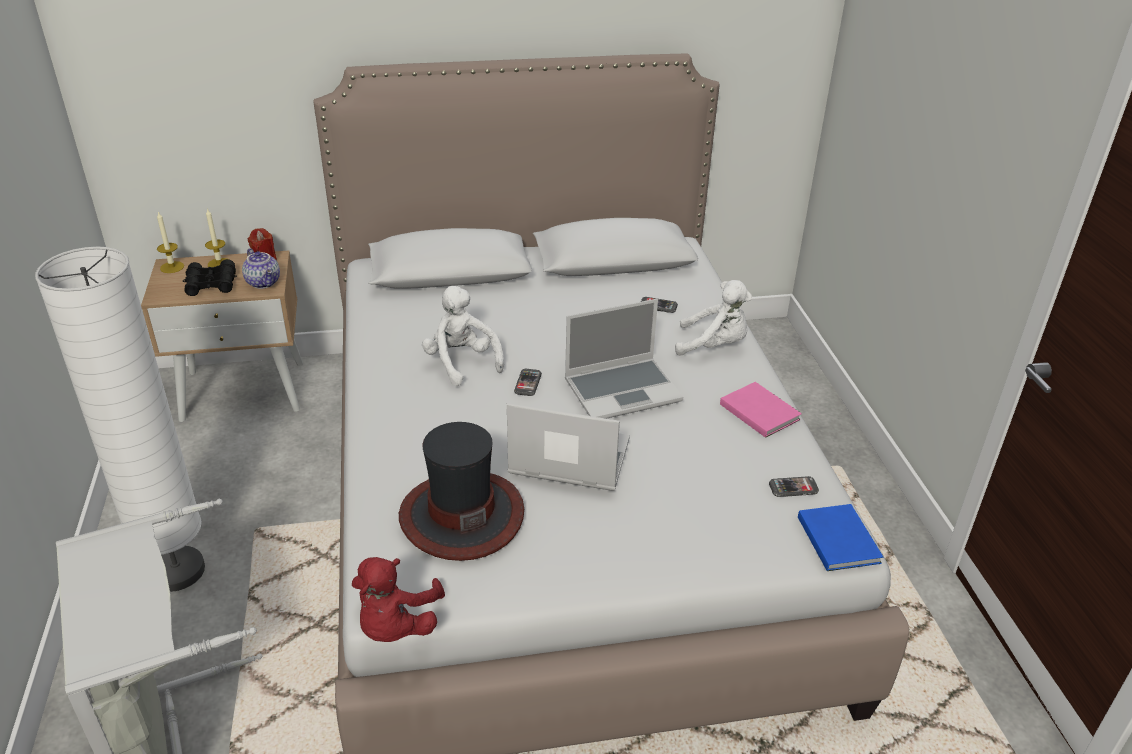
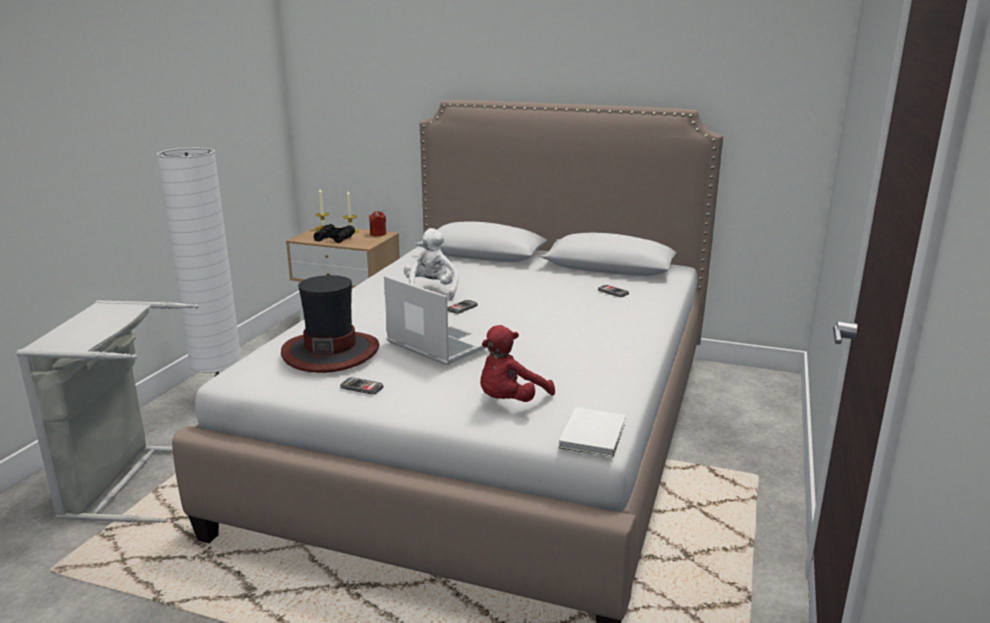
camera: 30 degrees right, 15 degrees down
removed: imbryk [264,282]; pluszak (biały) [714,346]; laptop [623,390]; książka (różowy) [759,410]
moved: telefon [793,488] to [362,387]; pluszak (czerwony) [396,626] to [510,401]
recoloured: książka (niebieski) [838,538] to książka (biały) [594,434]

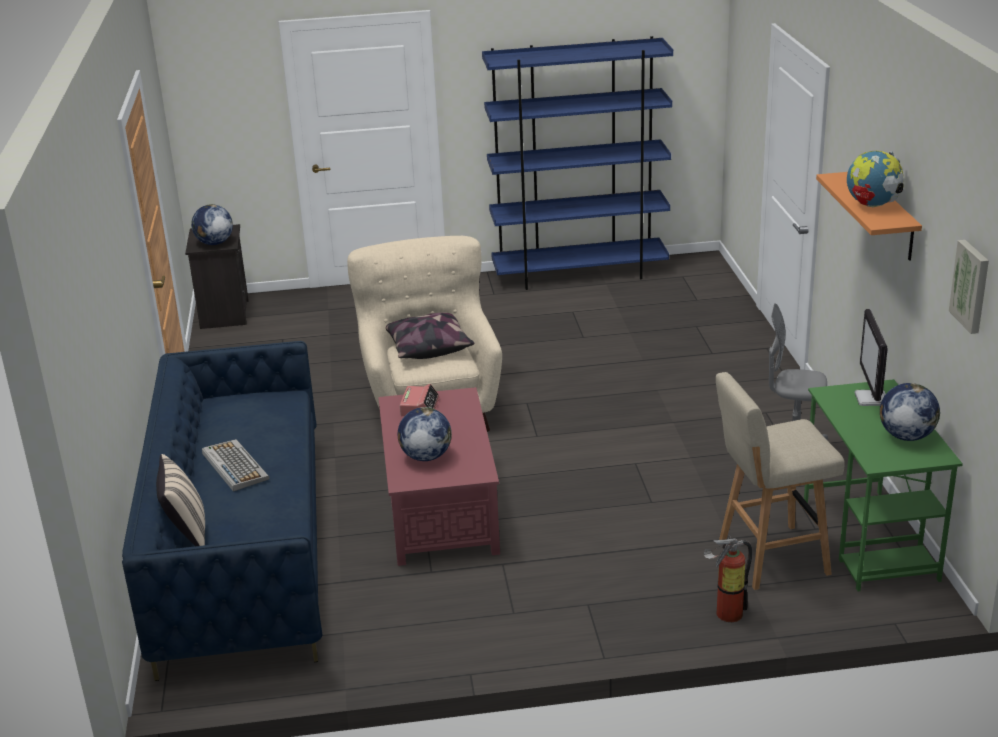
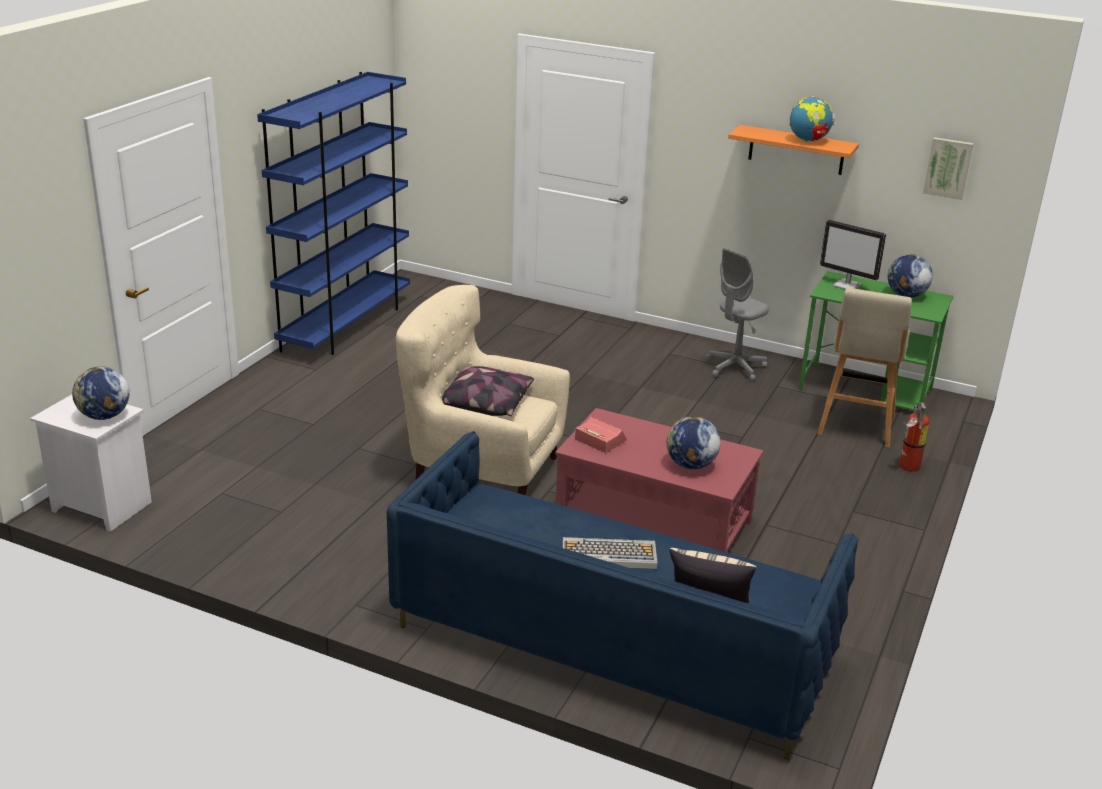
camera: 60 degrees left, 0 degrees up
recoloured: szafka nocna (czarny) [223,314] to szafka nocna (biały) [100,507]

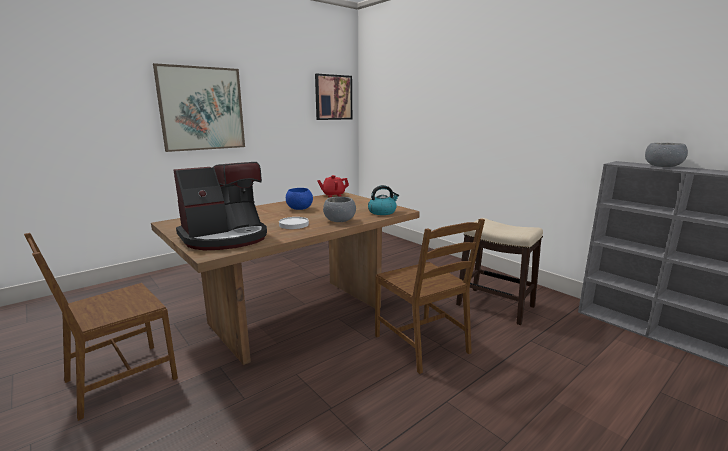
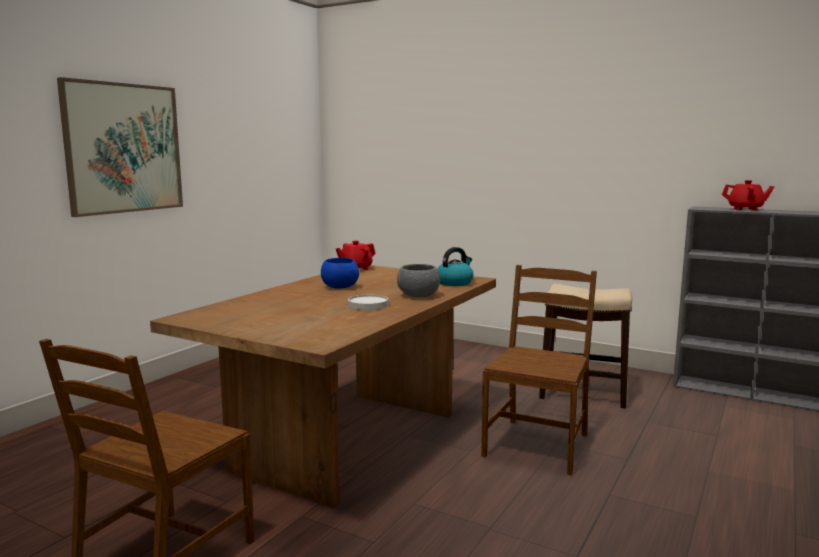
camera: 20 degrees left, 5 degrees down
removed: obraz [333,97]; ekspres do kawy [225,237]
replaced: miska (szary) [663,166] to imbryk (czerwony) [745,209]
turned: krzesło (brązowy) [423,344] = [537,445] 105 degrees counterclockwise

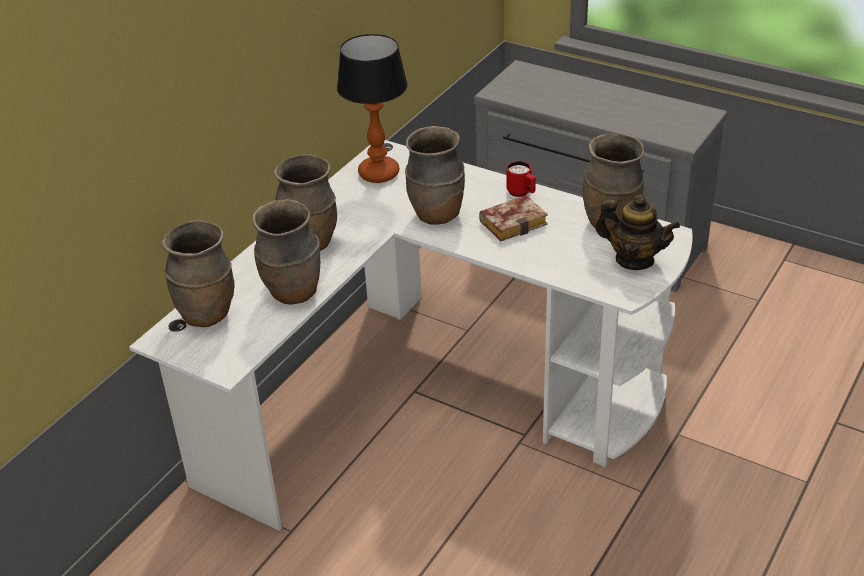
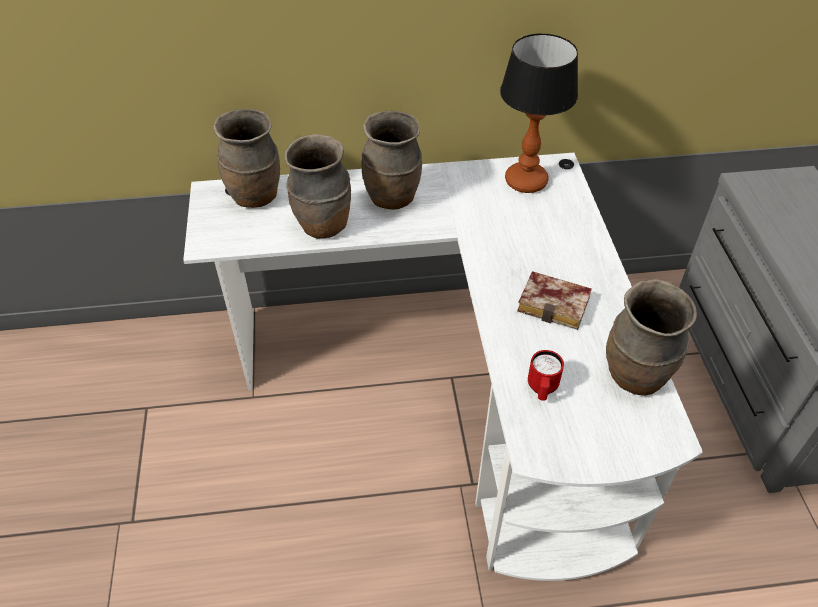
camera: 50 degrees right, 10 degrees up
removed: wazon (brązowy) [436,215]; imbryk [634,259]
moved: kubek (czerwony) [521,193] to [542,389]

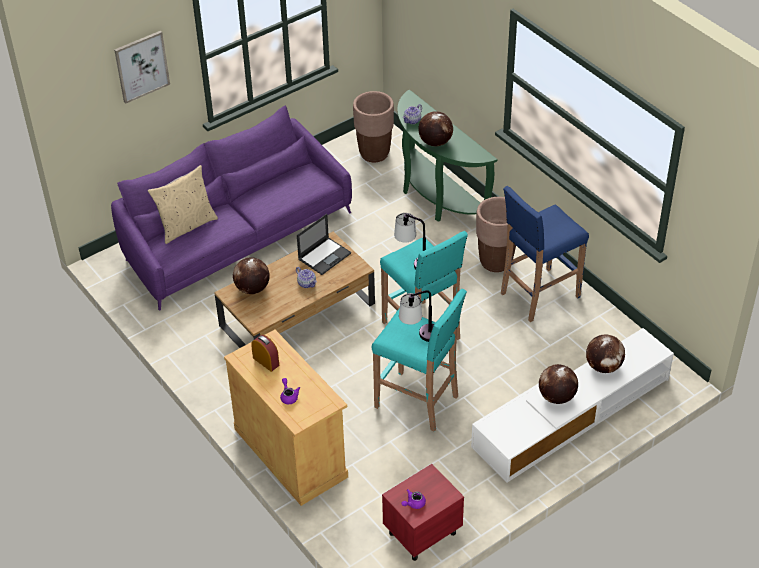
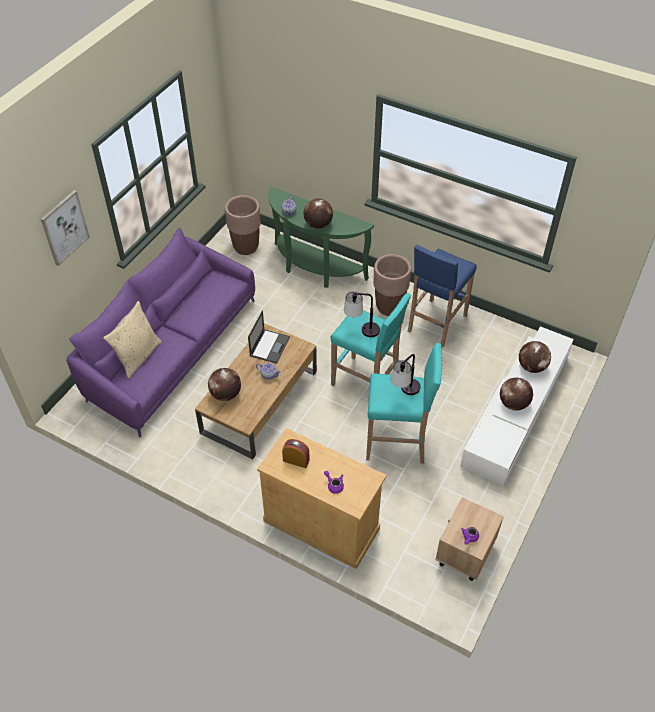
camera: 25 degrees left, 5 degrees up
recoloured: szafka nocna (czerwony) [421,533] to szafka nocna (beżowy) [464,555]

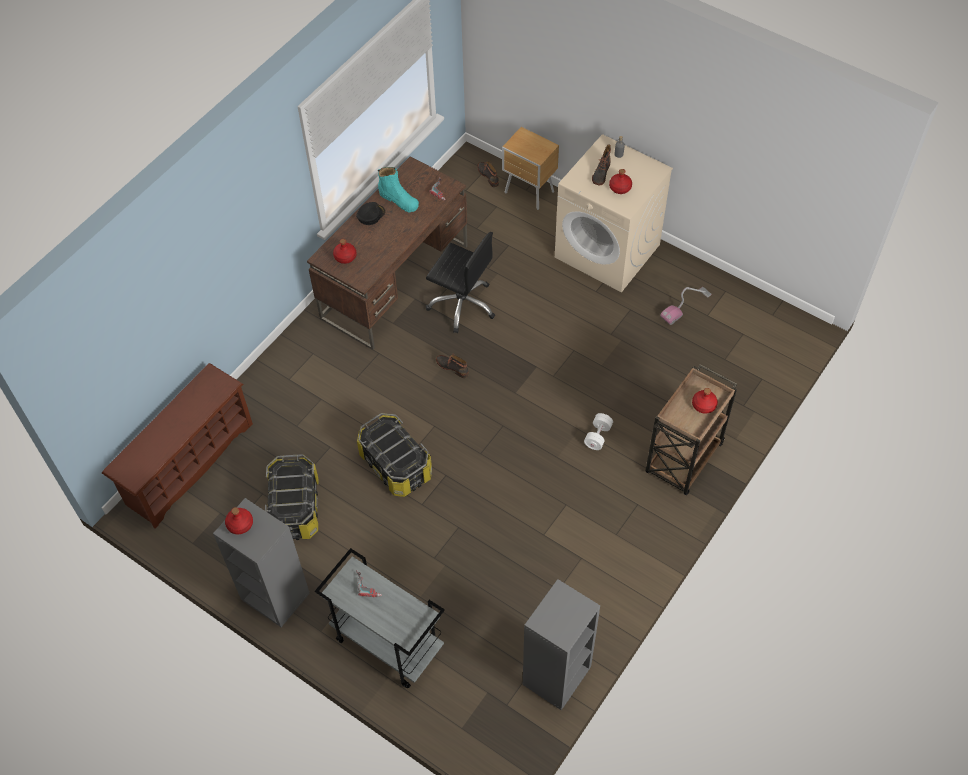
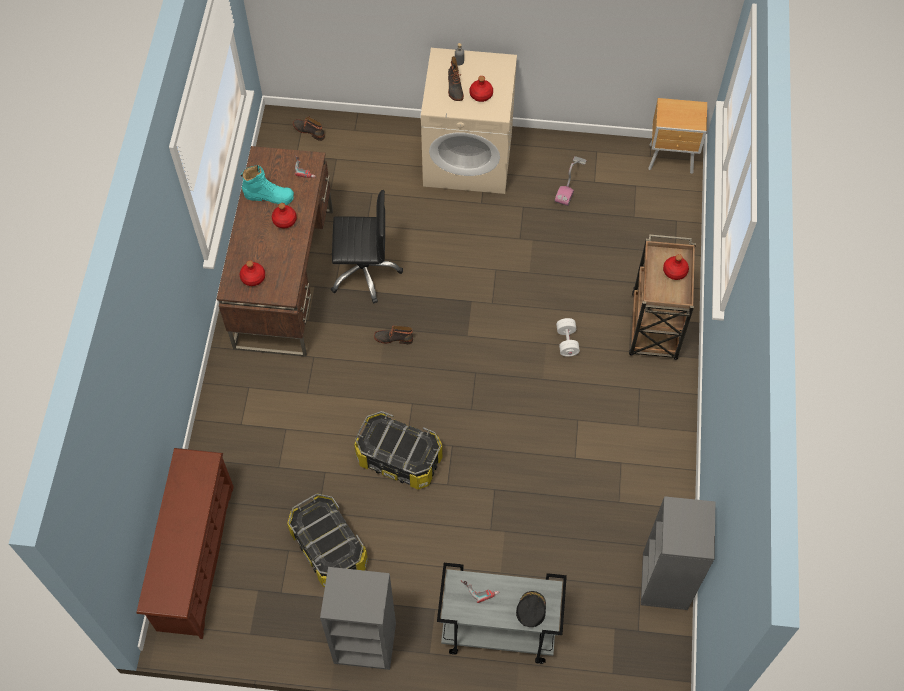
camera: 30 degrees left, 5 degrees up
moved: szafka nocna (brązowy) [529,193] to [672,160]; czapka z daszkiem (czarny) [370,215] to [531,610]; butelka (czerwony) [240,524] to [285,220]

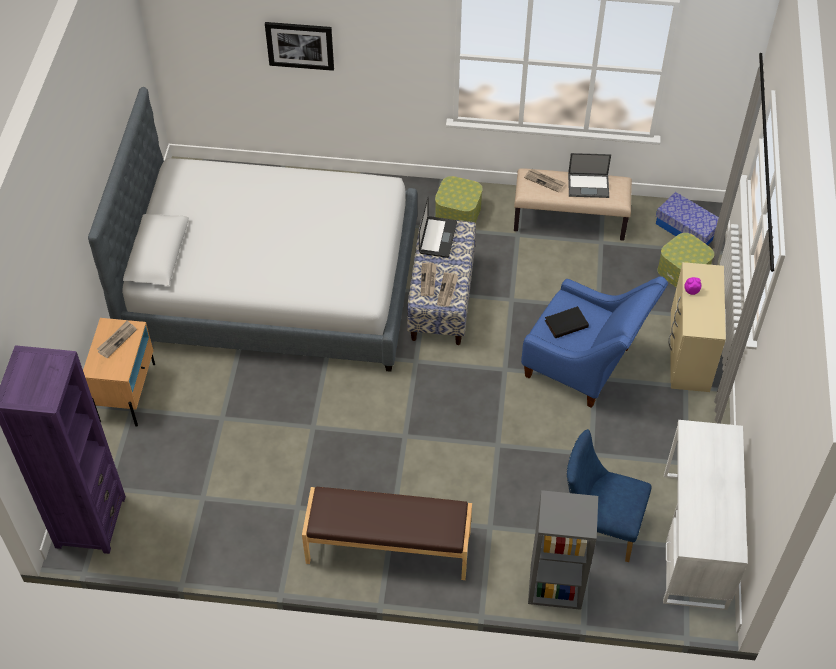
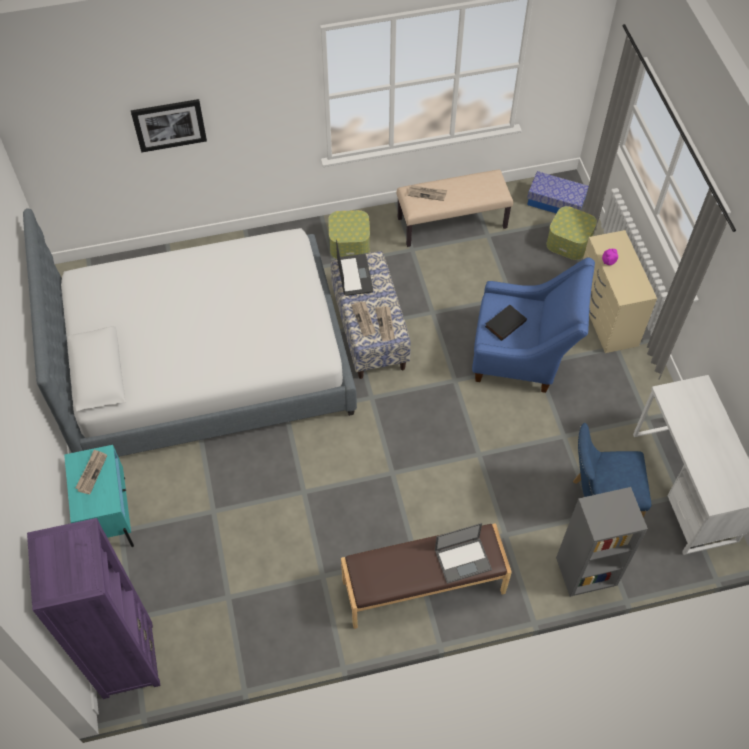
camera: 20 degrees left, 5 degrees up
moved: laptop [589,185] to [463,559]
recoloured: szafka nocna (beżowy) [127,392] to szafka nocna (turkusowy) [109,515]

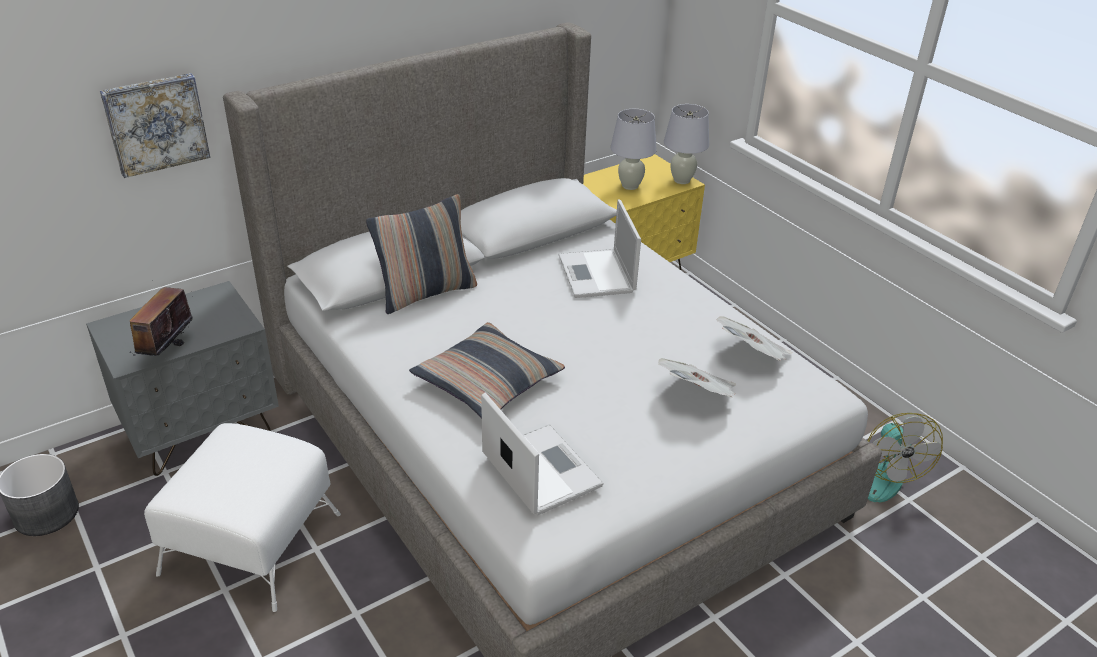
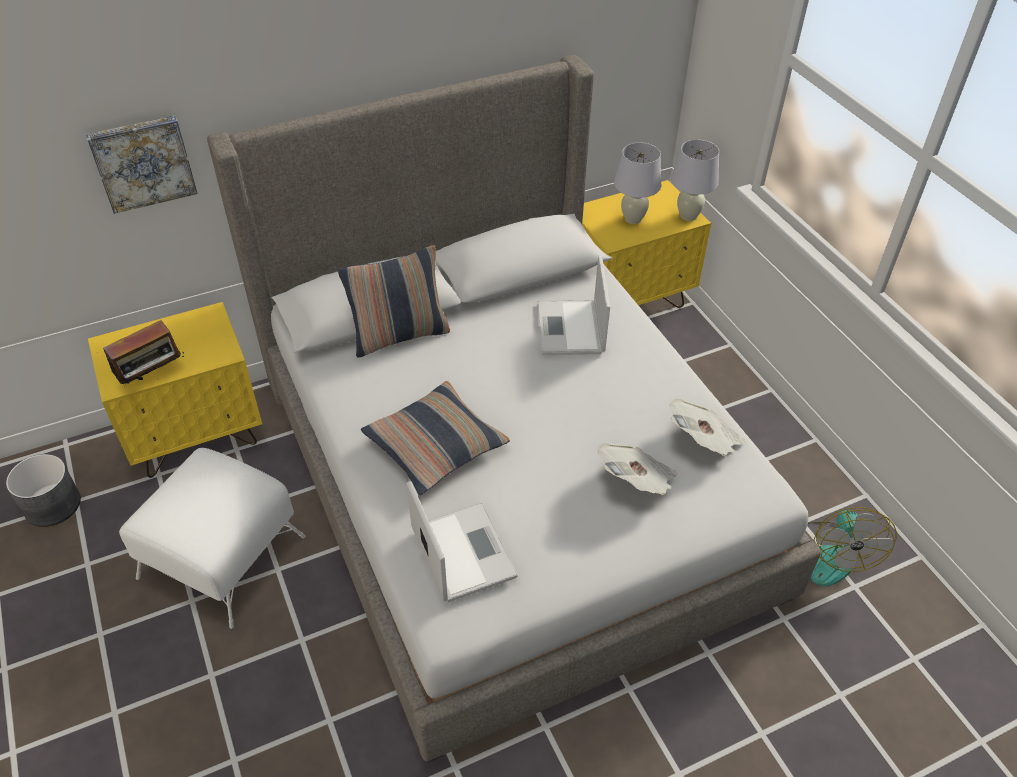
camera: 10 degrees right, 10 degrees up
recoloured: szafka nocna (szary) [202,432] to szafka nocna (żółty) [197,436]
turned: radio [167,352] = [153,377] 150 degrees counterclockwise

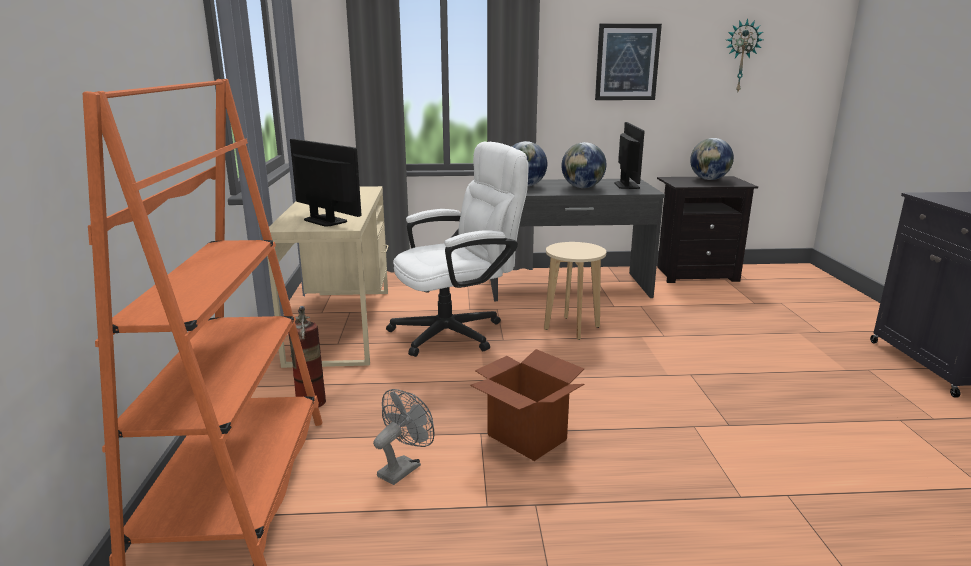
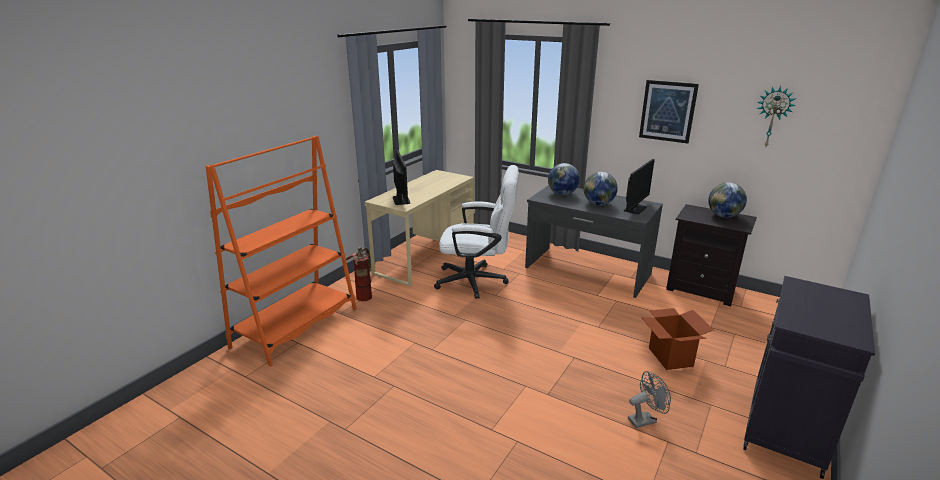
camera: 35 degrees right, 5 degrees up
removed: stołek (beżowy) [571,328]
moved: karton [526,437] to [670,357]; wentylator (szary) [403,467] to [645,419]

